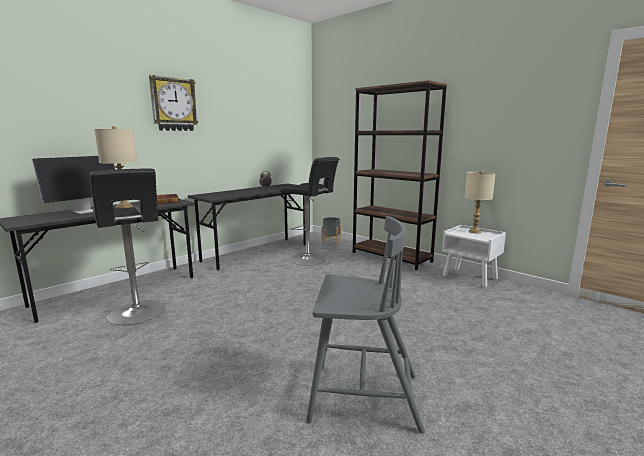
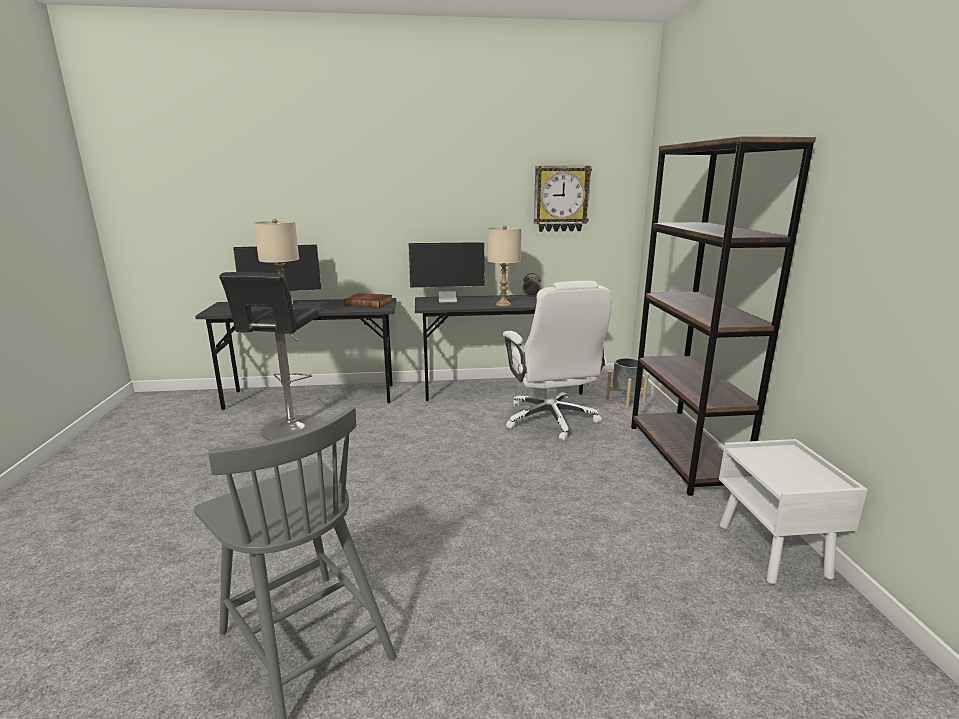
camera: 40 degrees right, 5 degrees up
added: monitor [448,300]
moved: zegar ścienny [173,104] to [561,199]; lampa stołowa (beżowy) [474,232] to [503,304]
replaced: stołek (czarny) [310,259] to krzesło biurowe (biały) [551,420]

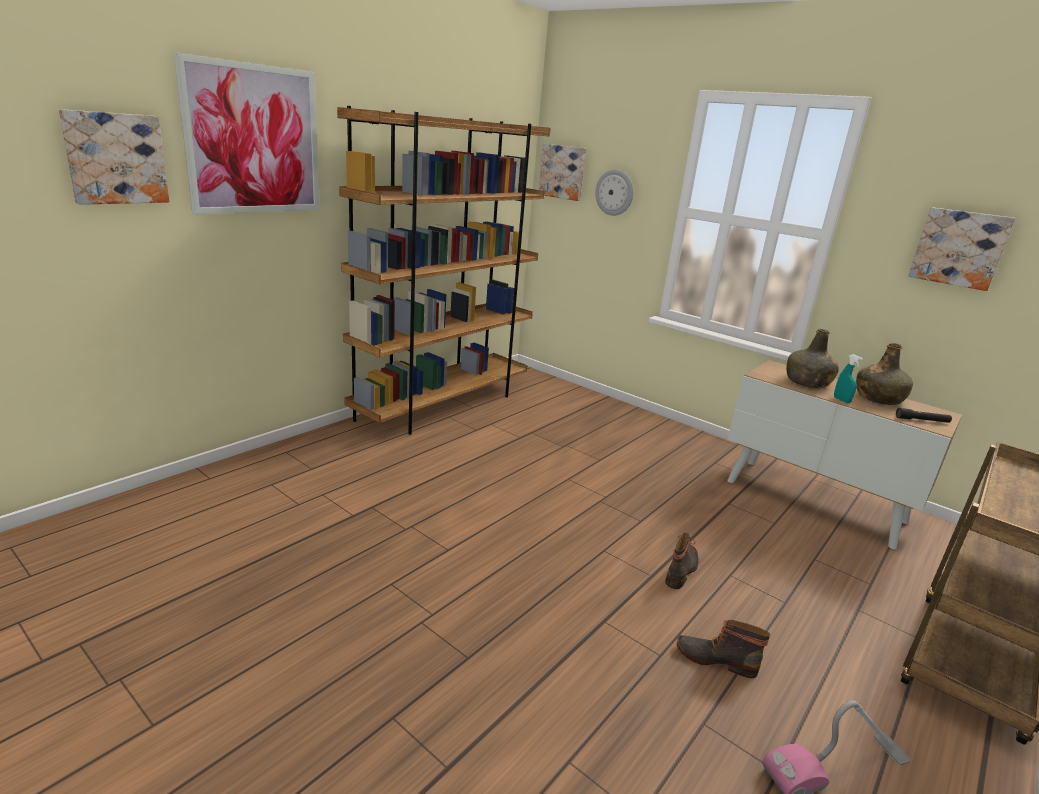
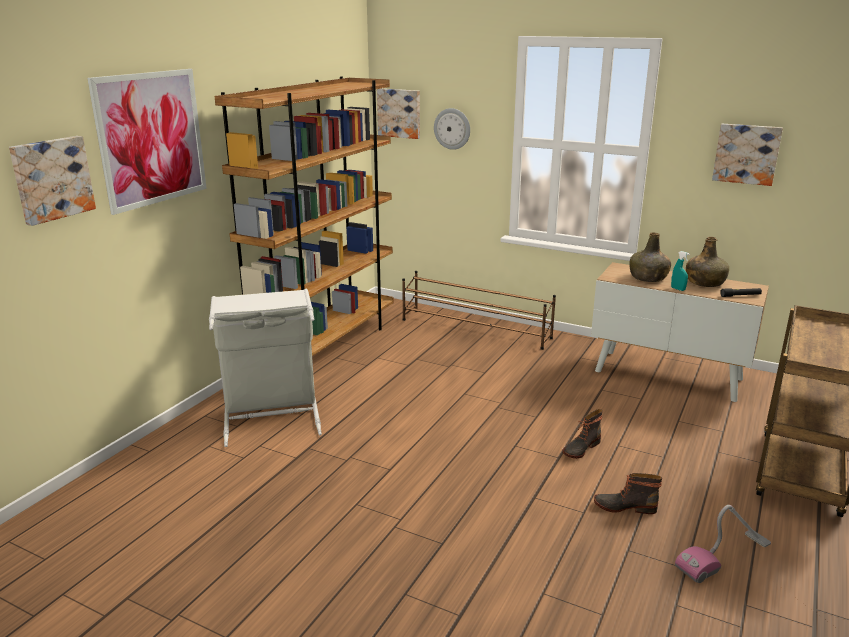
camera: 10 degrees left, 0 degrees up
added: regał na buty (brązowy) [476,329]; kosz na pranie (szary) [272,416]
turned: but z cholewką [681,569] = [580,448] 150 degrees counterclockwise

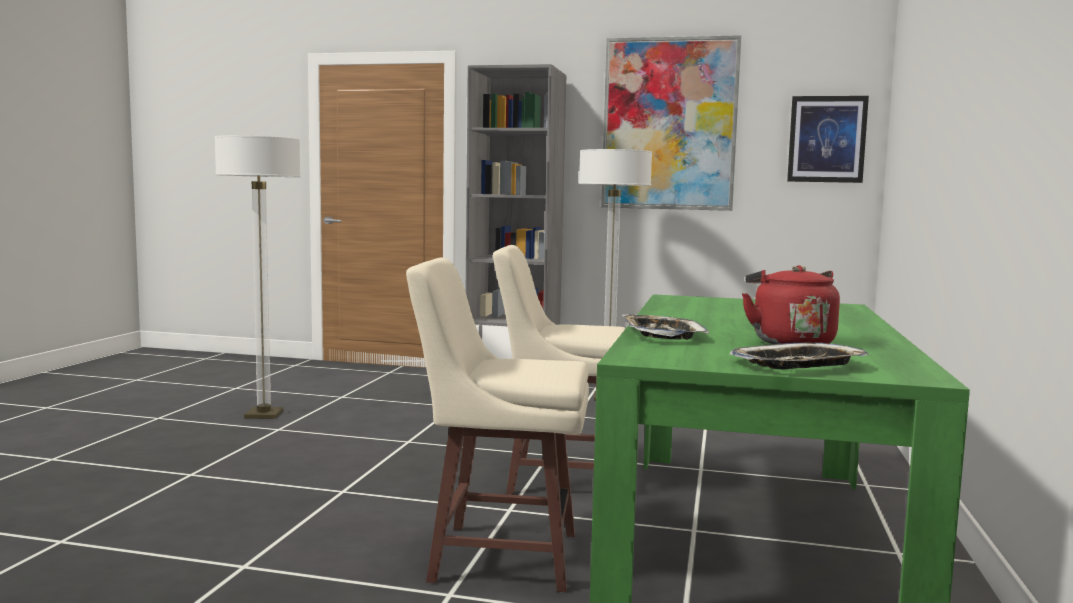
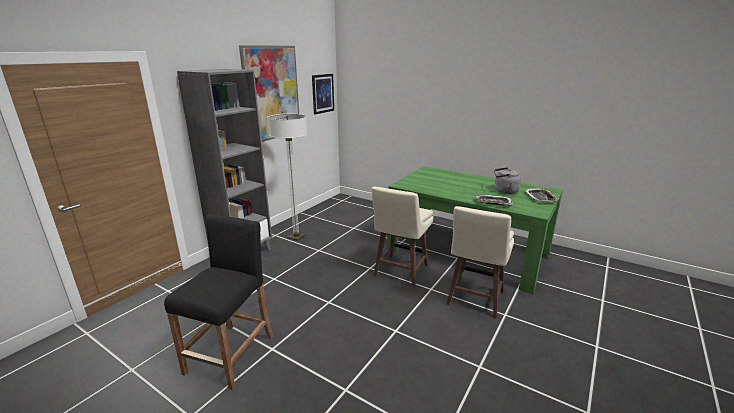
camera: 70 degrees left, 15 degrees up
replaced: lampa stojąca [264,415] to stołek (czarny) [231,354]
recoloured: czajnik (czerwony) [789,342] to czajnik (szary) [504,191]

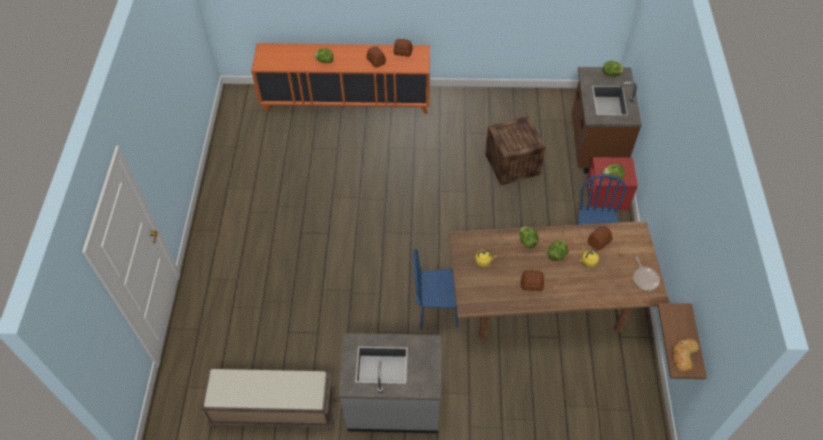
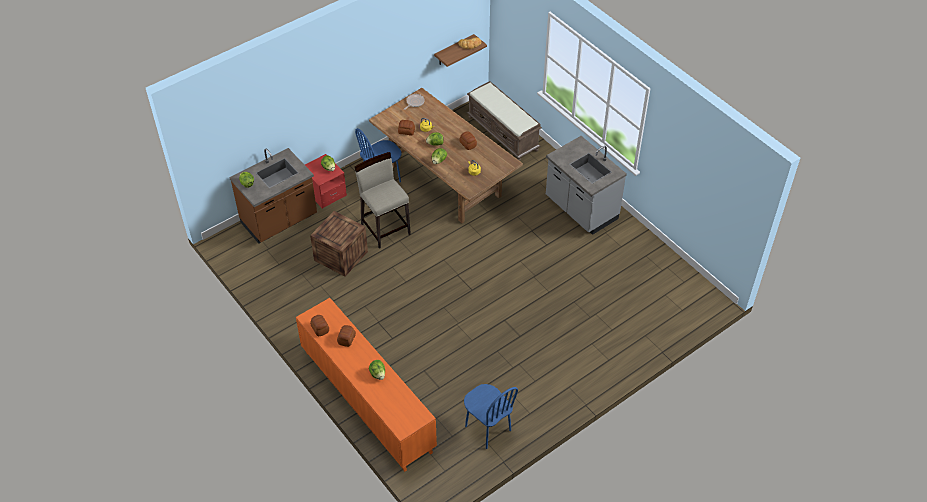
camera: 130 degrees left, 5 degrees down
added: stołek (beżowy) [385,228]
moved: krzesło (niebieski) [438,312] to [487,428]; ławka (brązowy) [272,410] to [503,133]

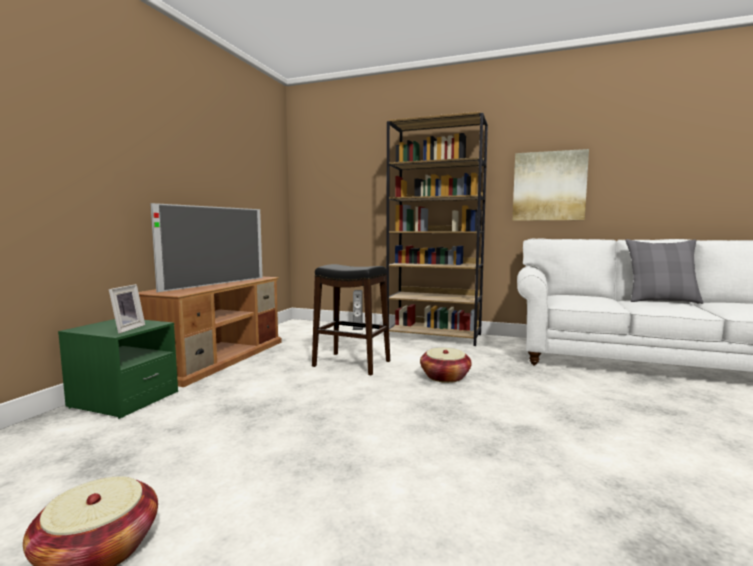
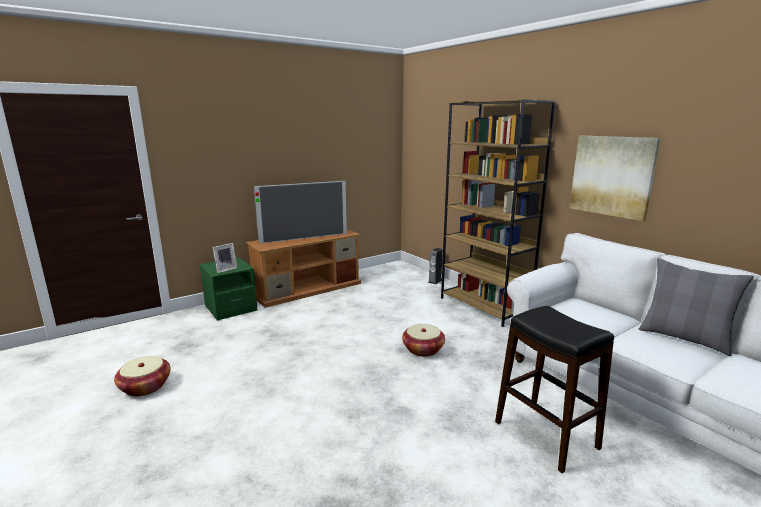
camera: 35 degrees right, 10 degrees up
moved: stołek (czarny) [352,363] to [546,435]

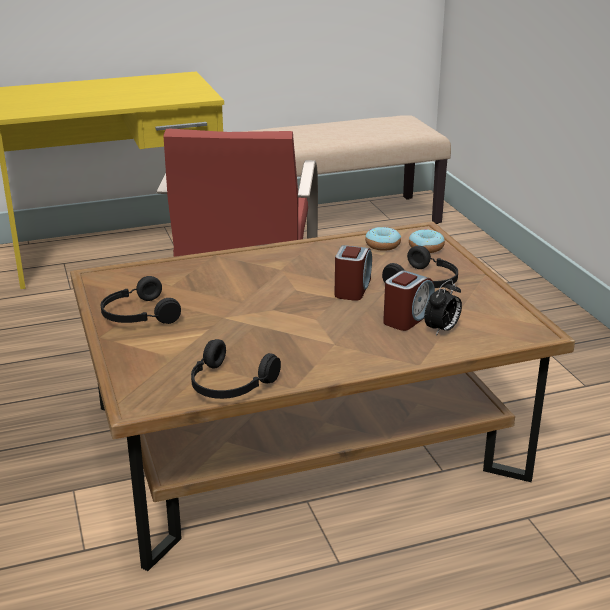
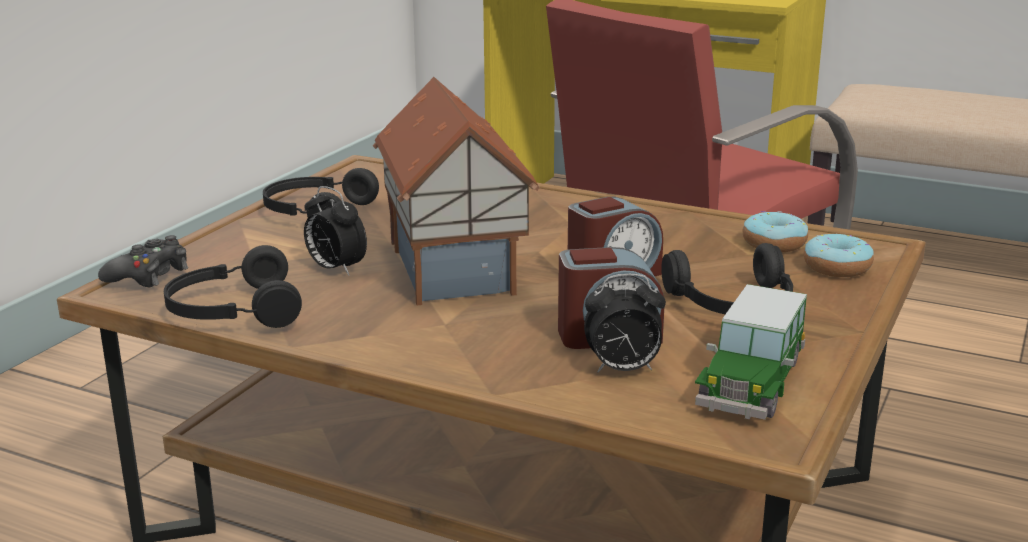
camera: 45 degrees right, 5 degrees down
added: domek [457,265]; budzik [335,269]; pad do gier (czarny) [148,275]; samochodzik [751,384]

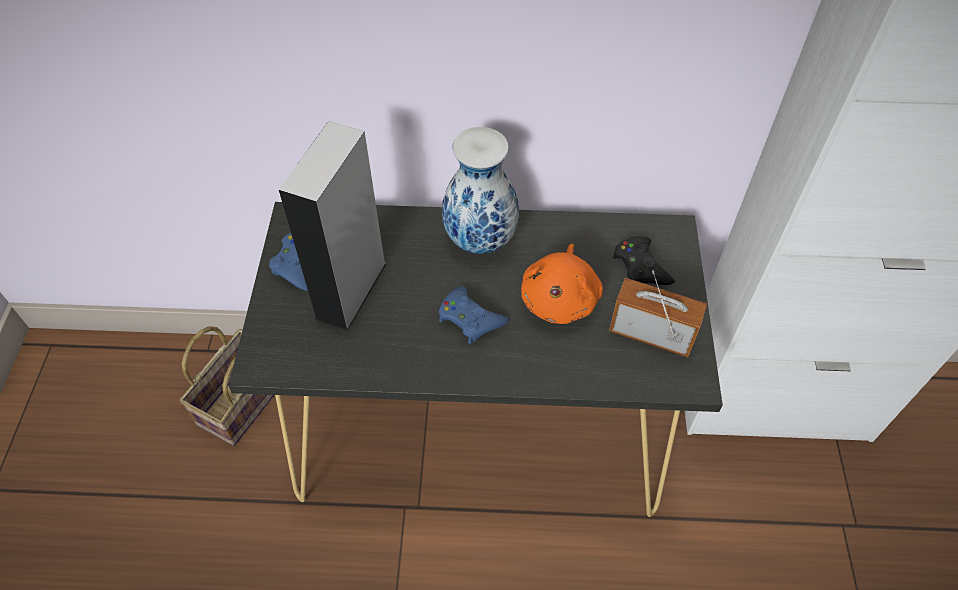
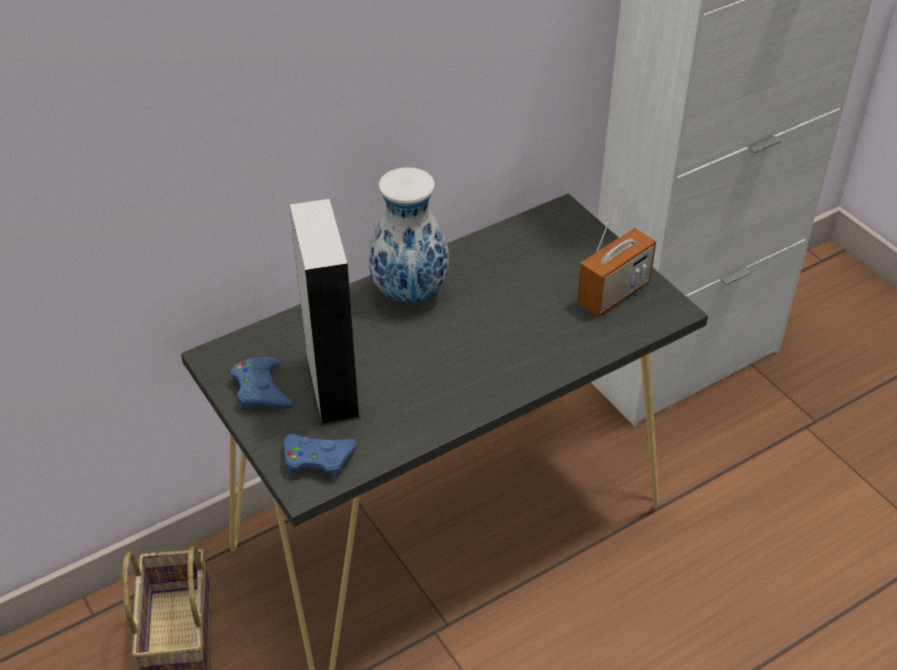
camera: 35 degrees left, 10 degrees down
removed: pad do gier (czarny) [640,267]; pluszak (pomarańczowy) [560,299]
moved: pad do gier (niebieski) [470,319] to [318,459]
turned: radio [651,334] = [613,293] 150 degrees clockwise

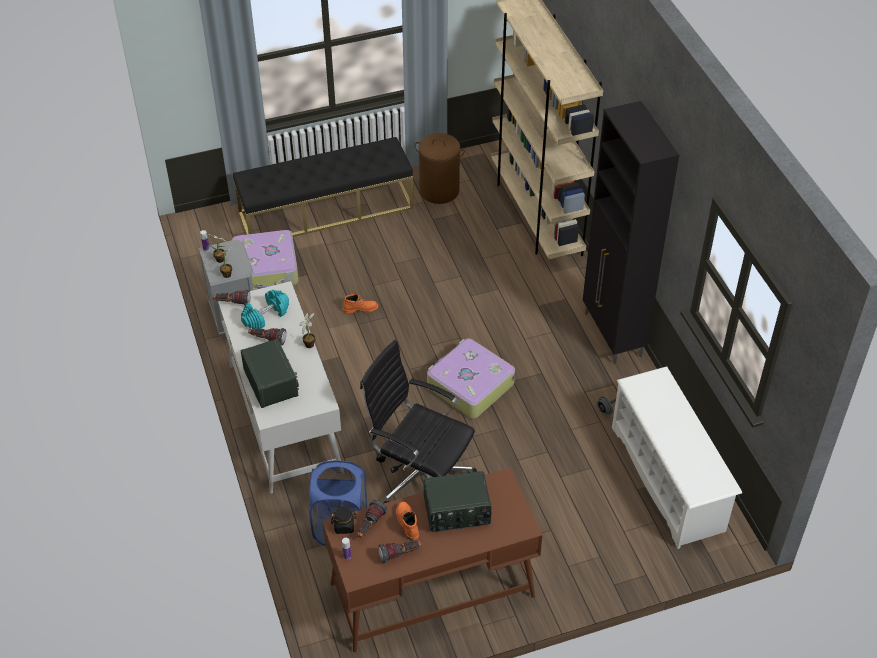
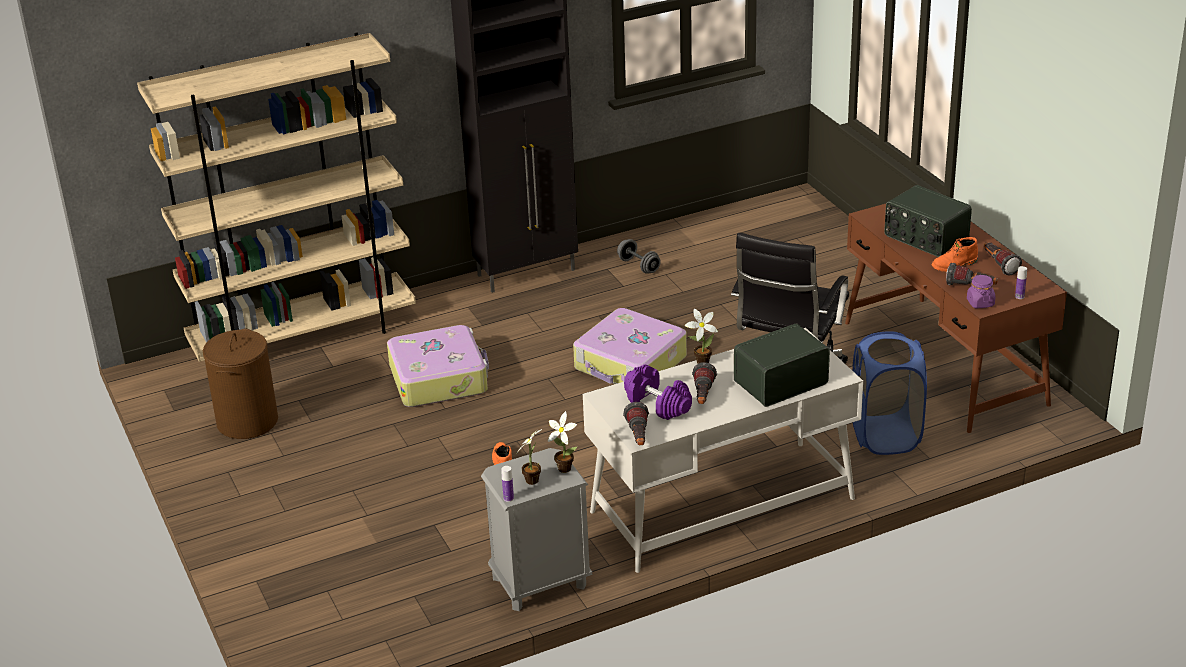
camera: 95 degrees left, 15 degrees down
removed: ławka (czarny) [326,210]; regał na buty (biały) [668,479]
moved: walizka [266,269] to [439,378]
recoloured: hantel (turkusowy) [266,316] to hantel (fioletowy) [657,404]; słoik (czarny) [344,526] to słoik (fioletowy) [980,303]
turned: radio [457,512] = [925,238] 150 degrees clockwise

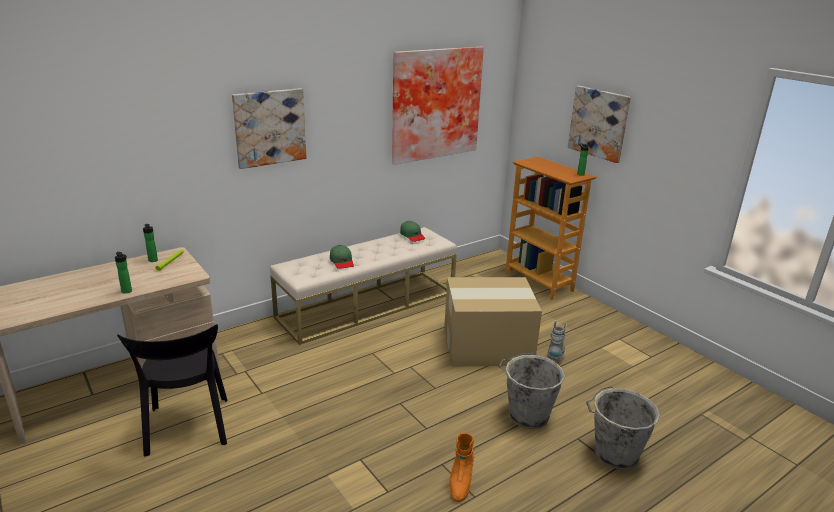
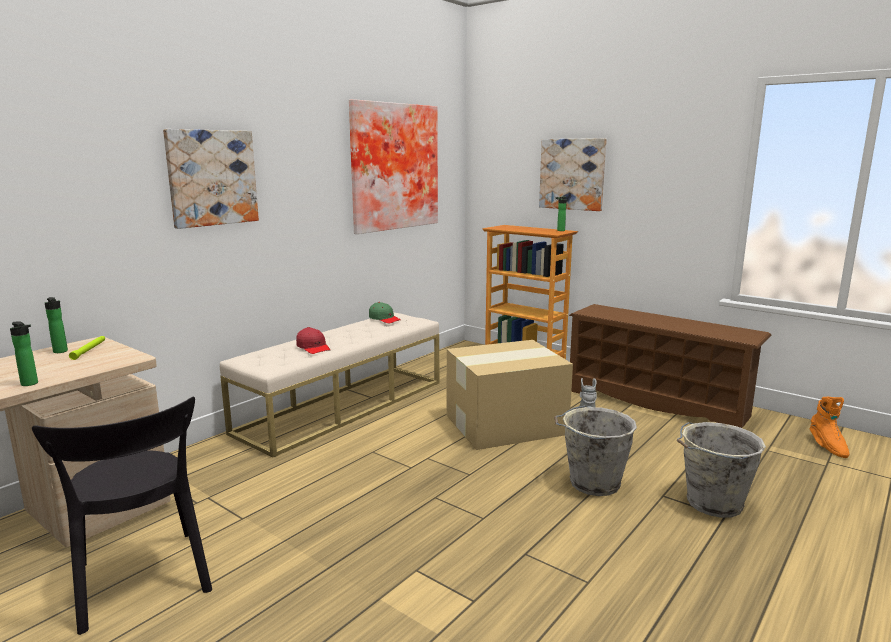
camera: 15 degrees left, 10 degrees down
added: regał na buty (brązowy) [657,403]
moved: but z cholewką (pomarańczowy) [460,482] to [827,446]
recoloured: czapka z daszkiem (zielony) [342,261] to czapka z daszkiem (czerwony) [313,347]

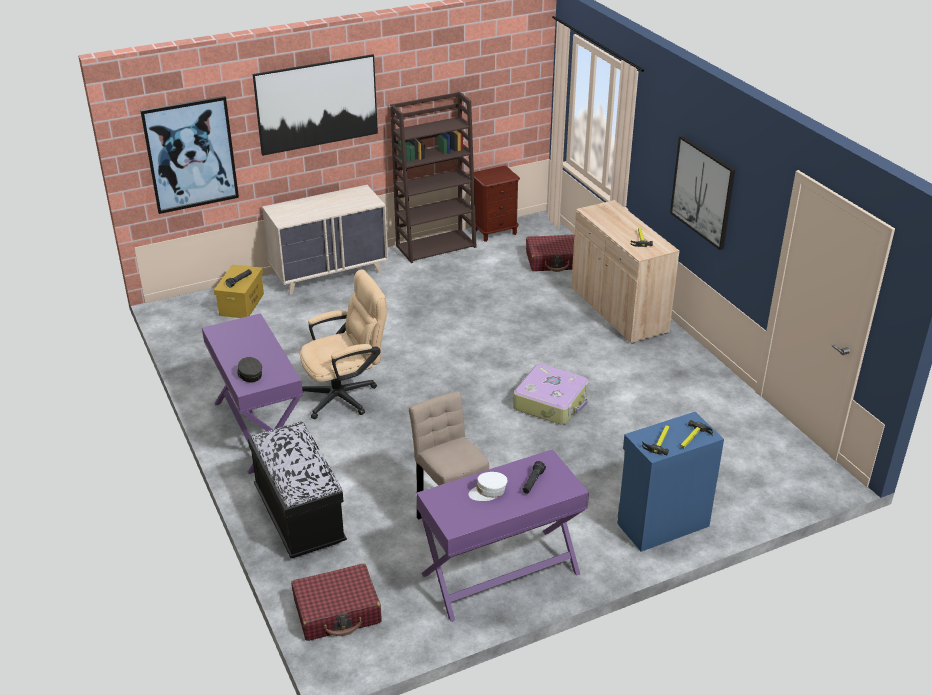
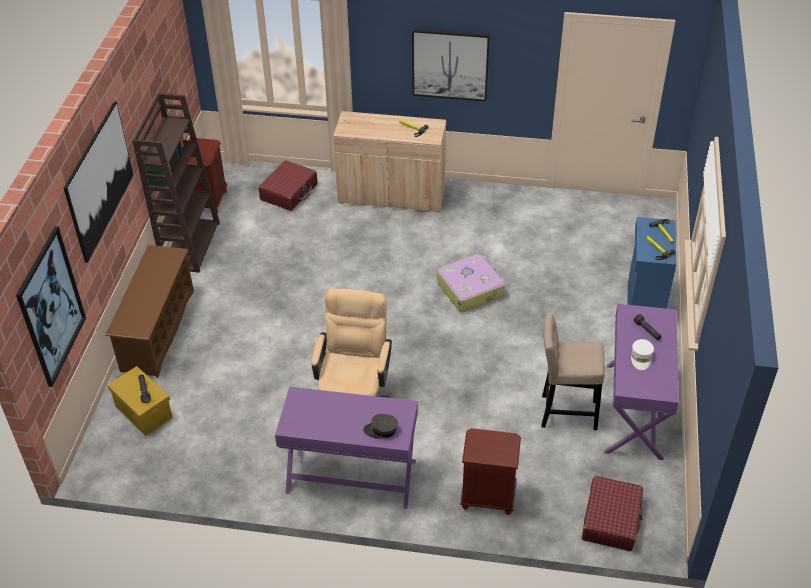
camera: 55 degrees left, 10 degrees up
replaced: komoda (beżowy) [329,273] to regał na buty (brązowy) [157,330]; ławka (czarny) [299,517] to szafka nocna (brązowy) [488,497]

